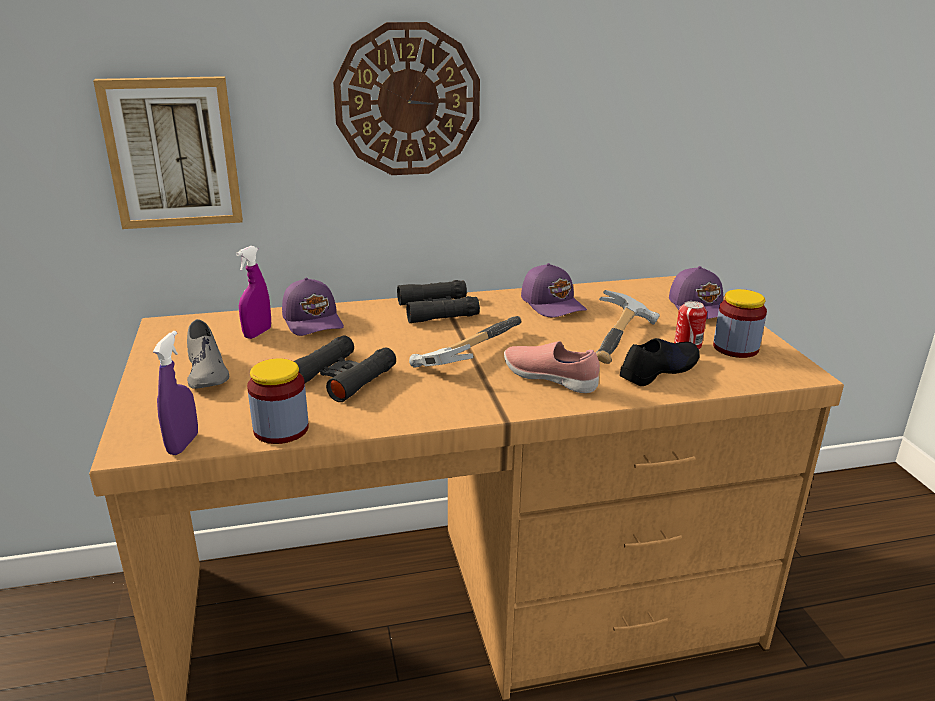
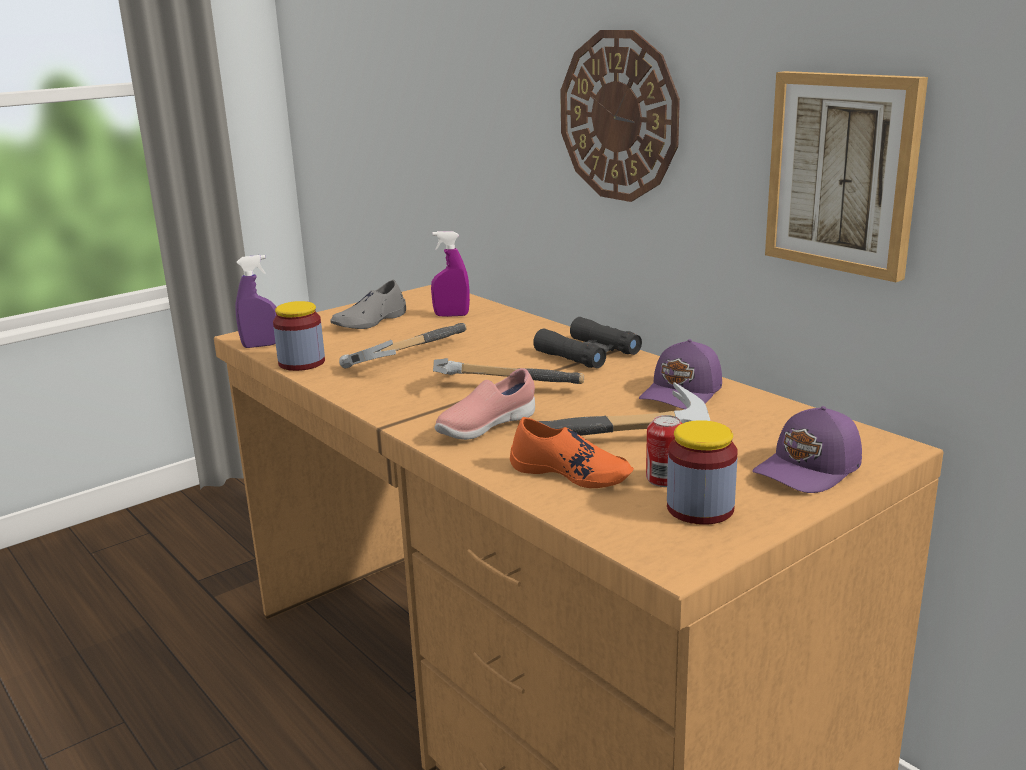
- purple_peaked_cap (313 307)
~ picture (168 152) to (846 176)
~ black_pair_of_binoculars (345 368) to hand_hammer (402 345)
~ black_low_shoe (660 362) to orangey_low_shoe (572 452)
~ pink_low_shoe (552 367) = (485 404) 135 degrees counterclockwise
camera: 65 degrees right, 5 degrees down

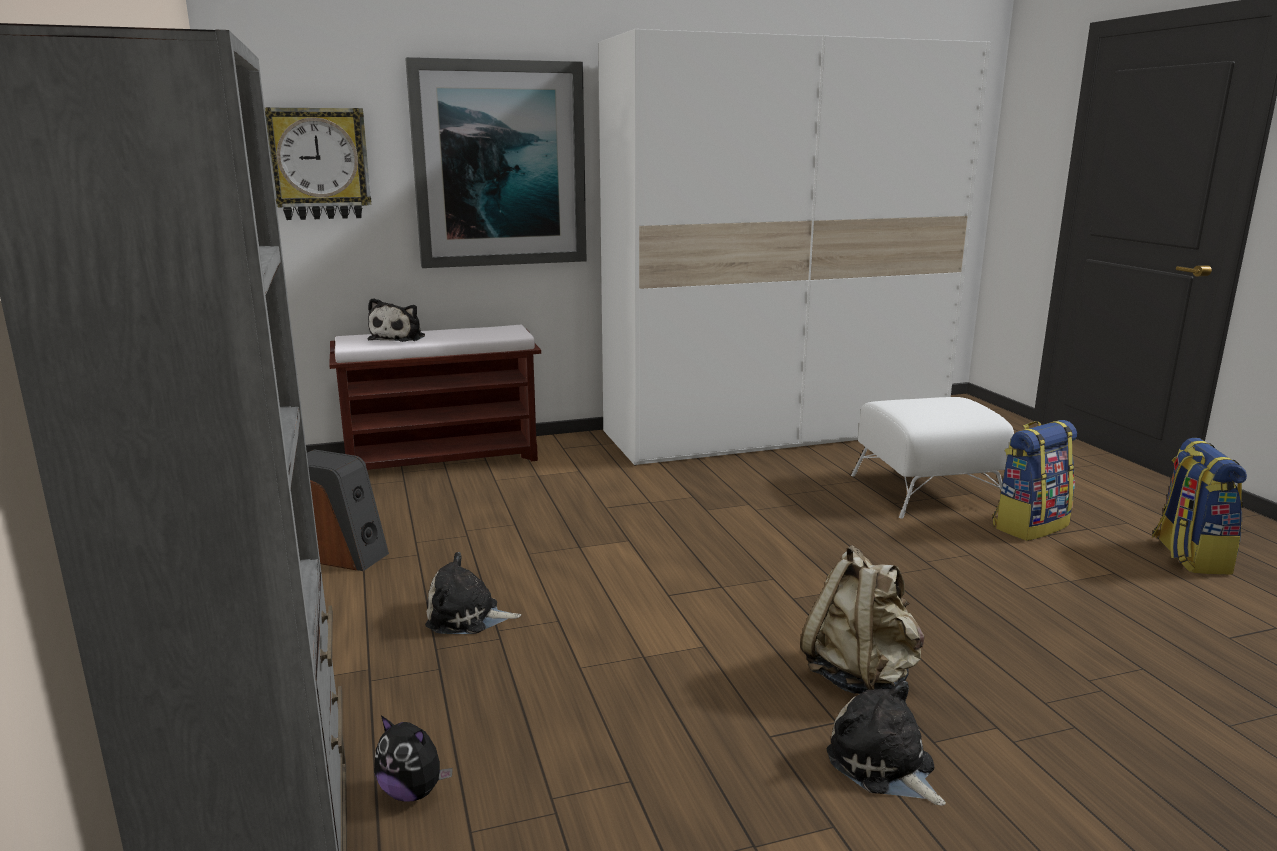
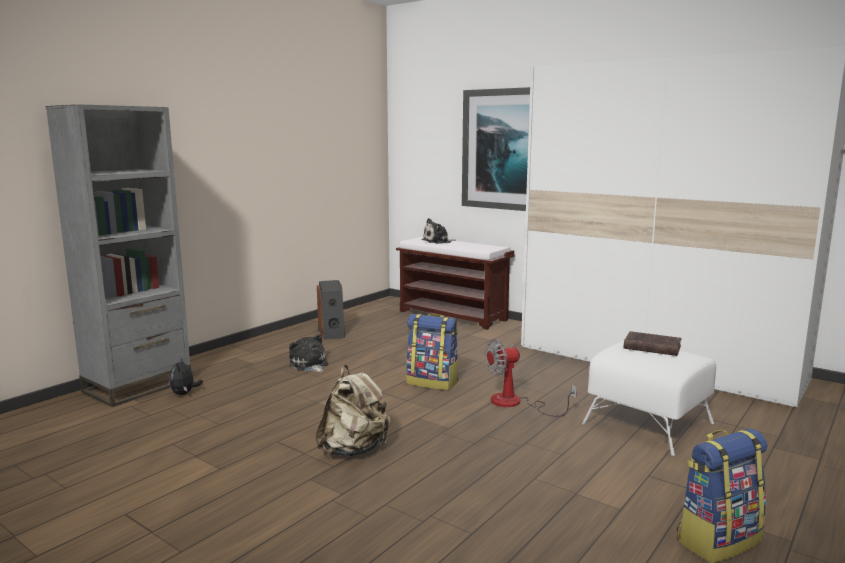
- wall_clock (317 163)
- plush_toy (886 743)
+ fan (531 378)
+ brown-coloured_bound_book (652 343)
~ rucksack (1034 480) to (432 352)
camera: 55 degrees right, 5 degrees down

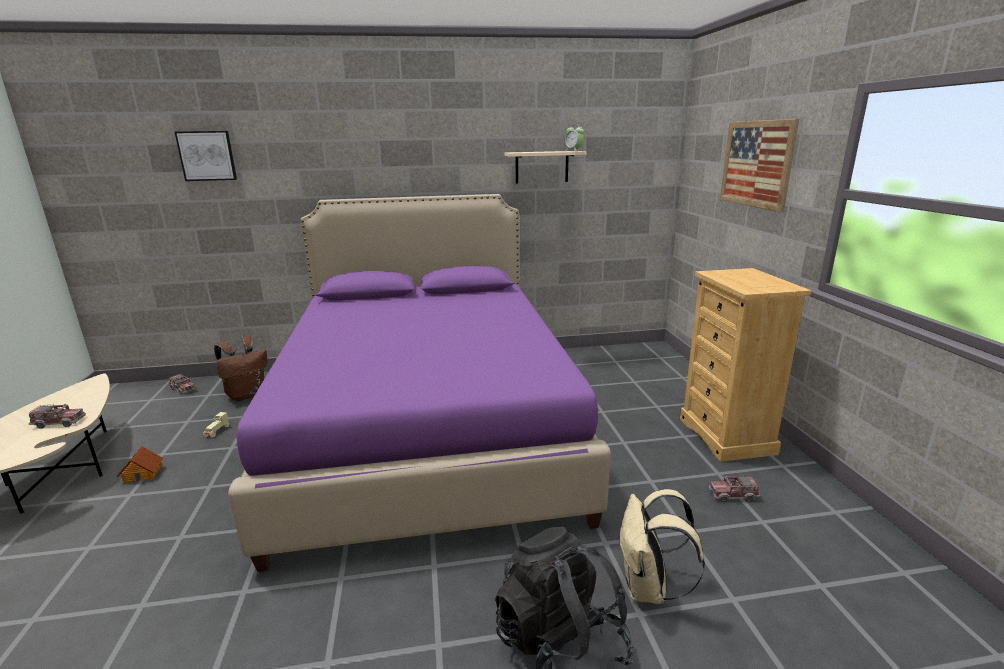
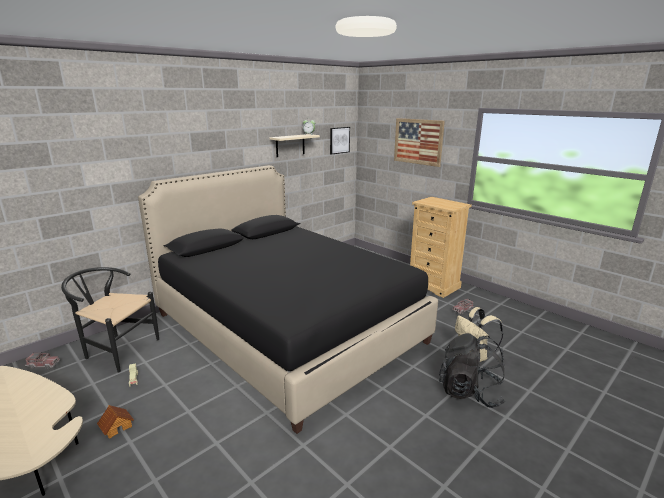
- model_truck (57 416)
~ picture (206 156) to (340 141)
~ brown-coloured_rucksack (240 368) to black_chair (110 320)
~ purple_bed (419 383) to black_bed (288 299)
camera: 35 degrees left, 0 degrees up

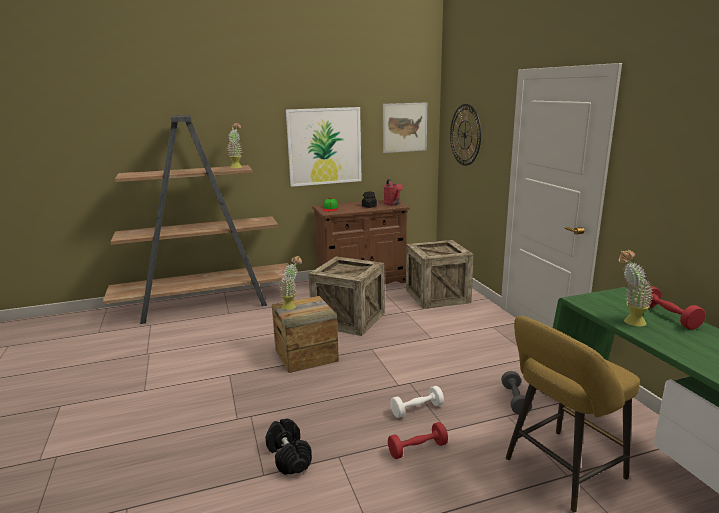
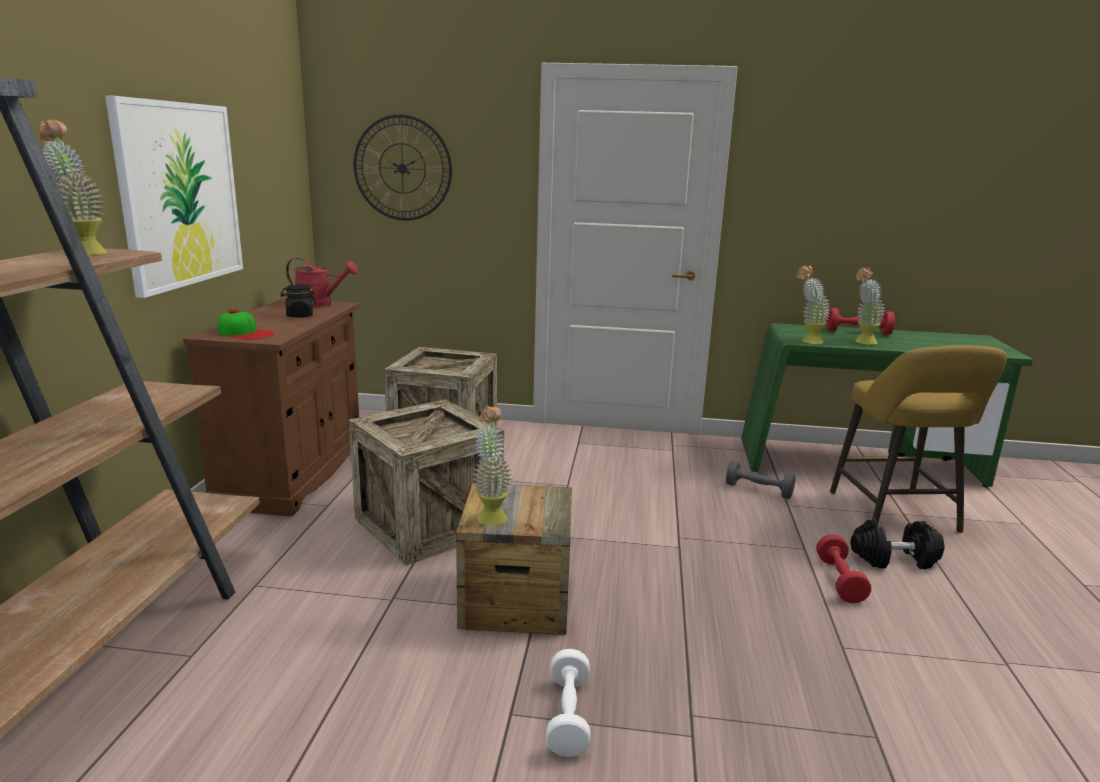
- picture (405 127)
+ plant_in_a_pot (813 304)
~ black_hand_weight (288 446) to (898 544)
~ white-coloured_hand_weight (417 402) to (568 703)
camera: 65 degrees left, 0 degrees up

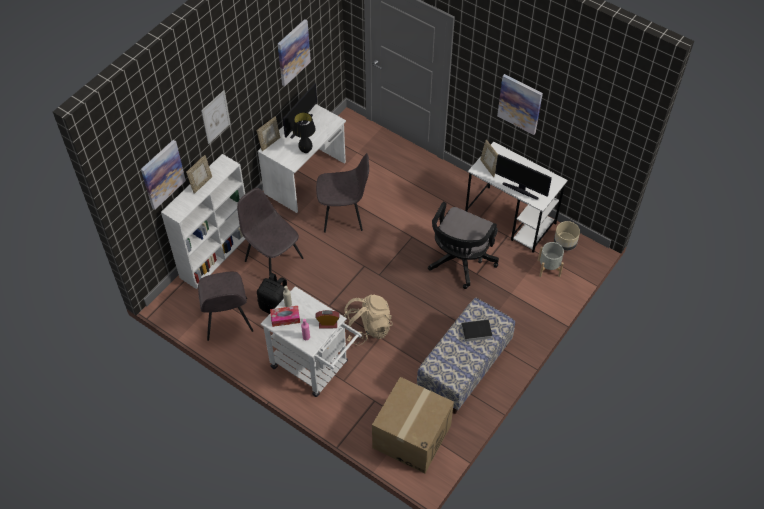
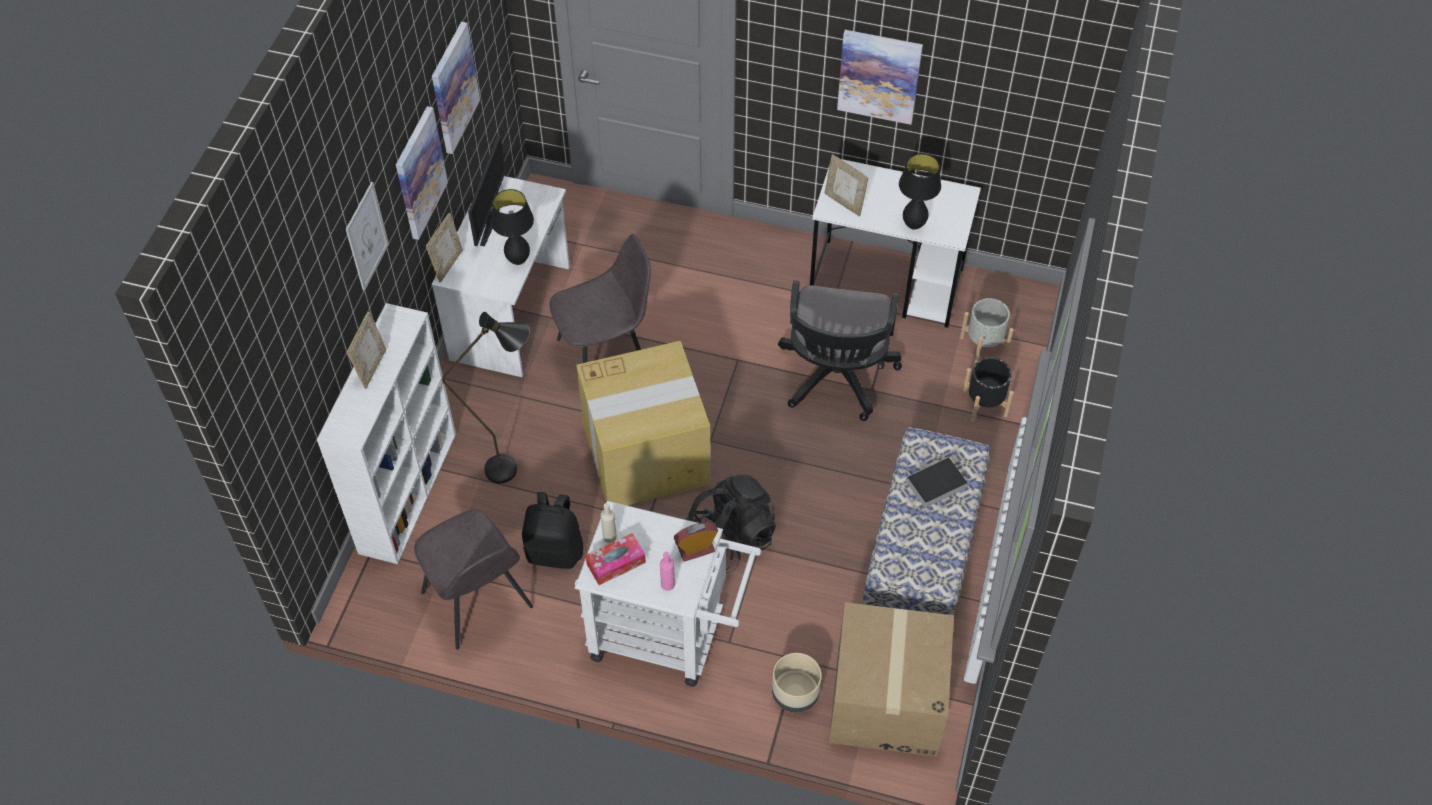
+ carton (643 423)
+ black_flower_pot (988 389)
~ picture (163 175) to (422 173)
~ sand-coloured_flower_pot (567 236) to (797 683)
~ grey_chair (270 232) to black_standard_lamp (486 397)
~ computer_screen (523 177) to black_table_lamp (920 192)
~ sand-coloured_rucksack (368 320) to black_rucksack (731 524)
camera: 20 degrees left, 0 degrees up

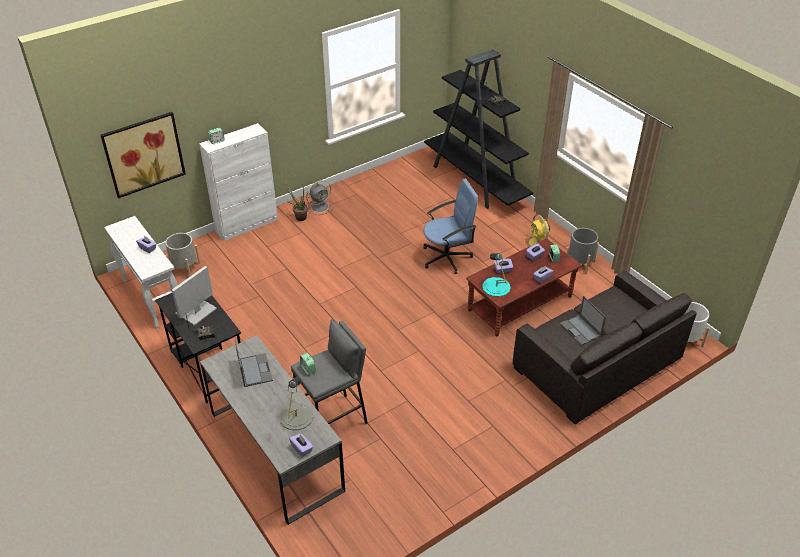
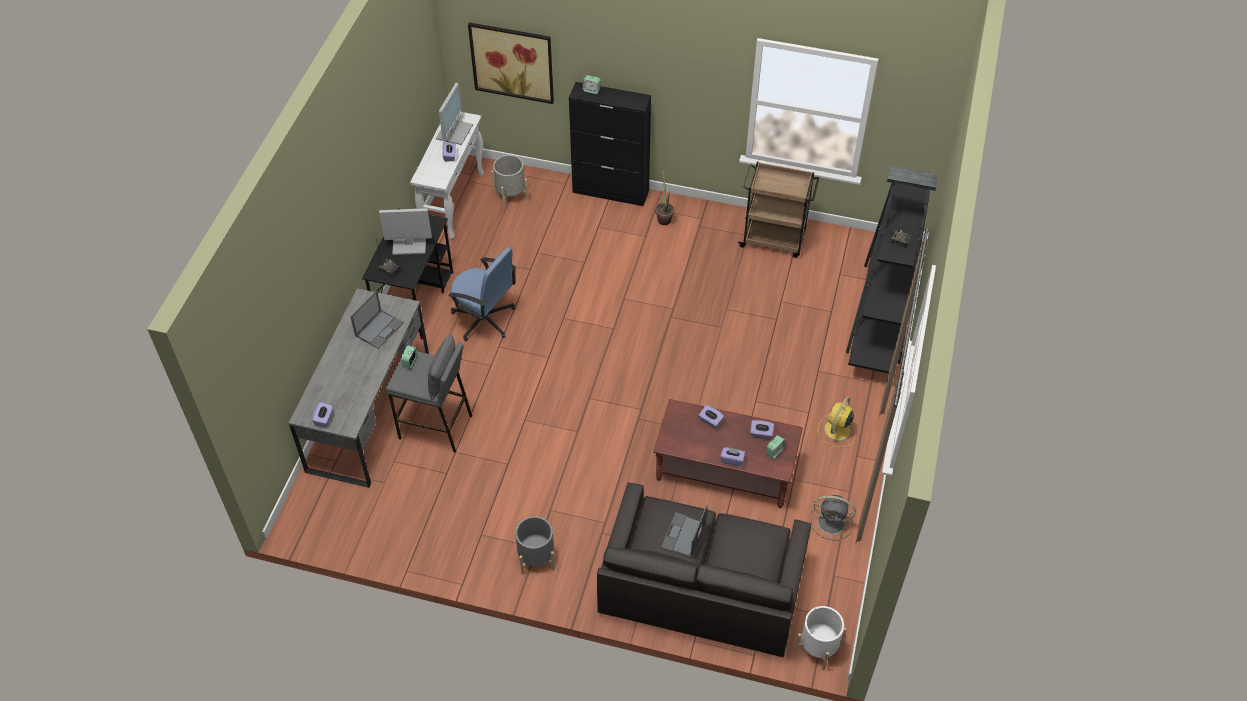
- grey_table_lamp (296 403)
- turquoise_table_lamp (496 275)
+ computer_screen (454 114)
+ brown-coloured_trolley (779 210)
~ grey_fan (320 197) to (833 517)
~ blue-coloured_desk_chair (450 226) to (482 294)
~ grey_flower_pot (583 251) to (535 545)
~ white-coloured_cupboard (238 182) to black_cupboard (610 144)
camera: 50 degrees right, 10 degrees up

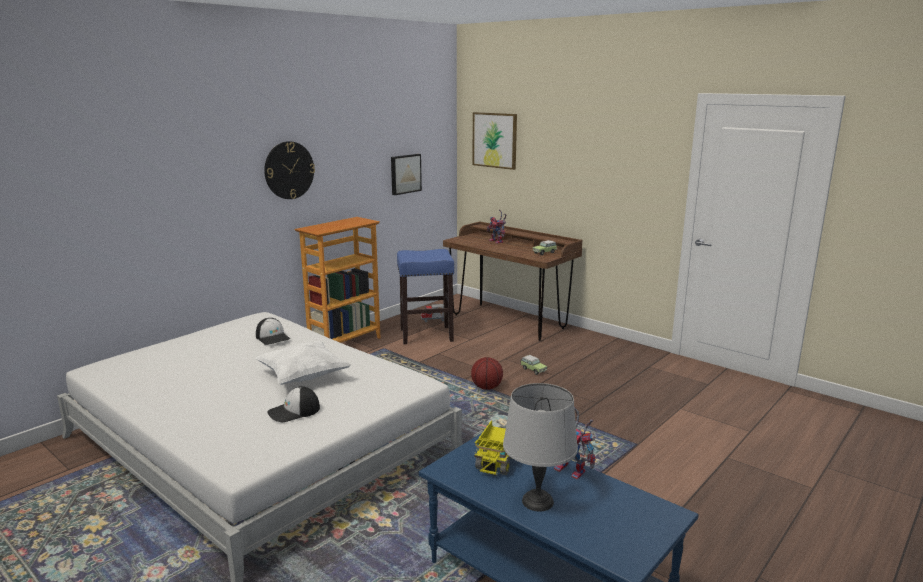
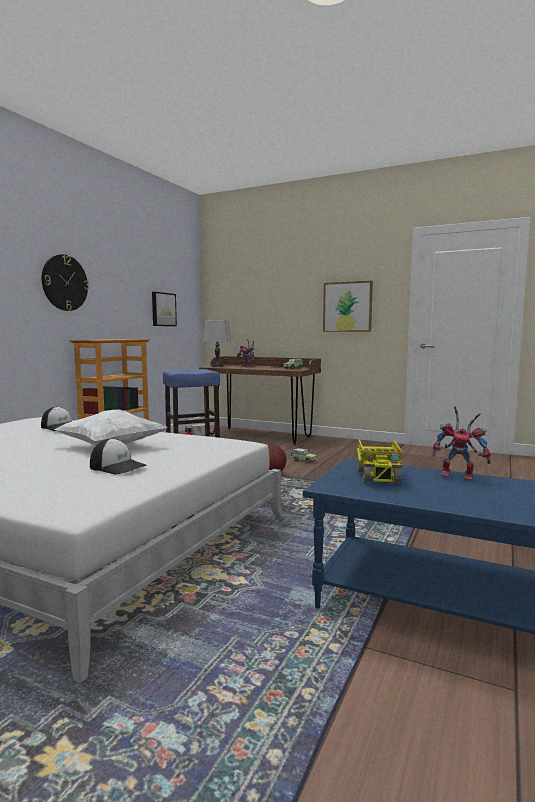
~ picture (494 141) to (348 306)
~ grey_table_lamp (540 447) to (217 343)
~ peaked_cap (293 404) = (118 456) 105 degrees counterclockwise
camera: 15 degrees left, 10 degrees down

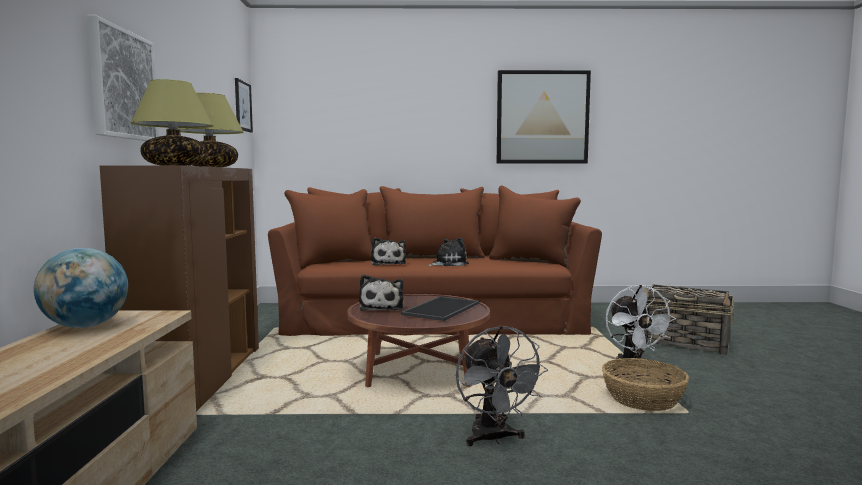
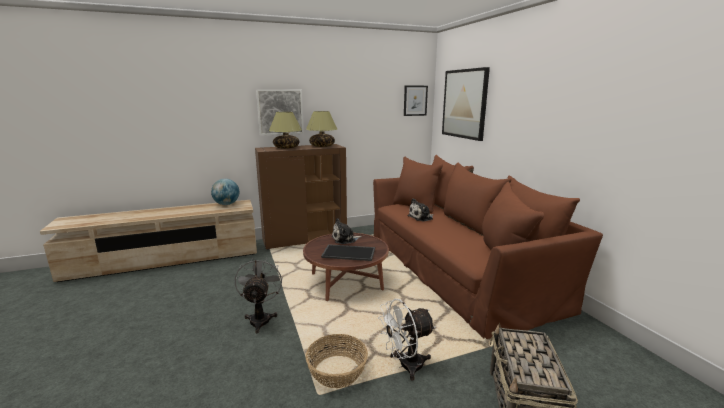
- plush_toy (448 252)
~ picture (544 117) to (466 104)
~ grey_fan (502 386) = (259 295) 120 degrees clockwise
camera: 70 degrees right, 10 degrees up

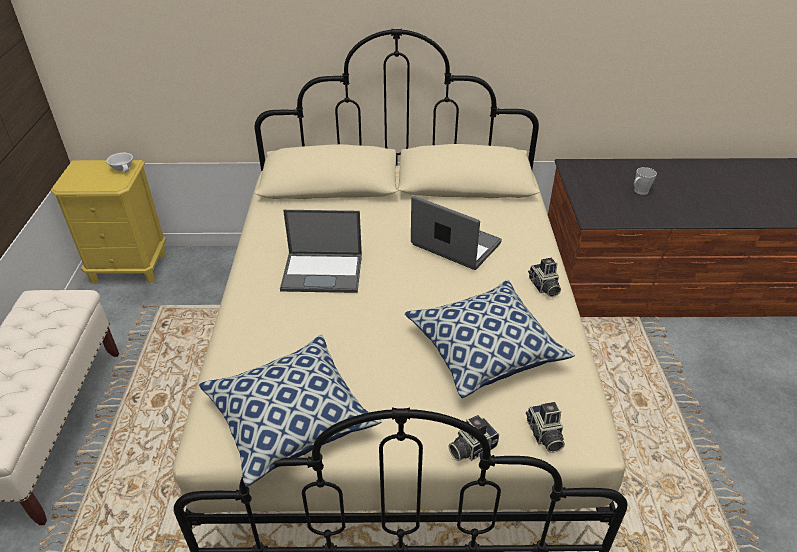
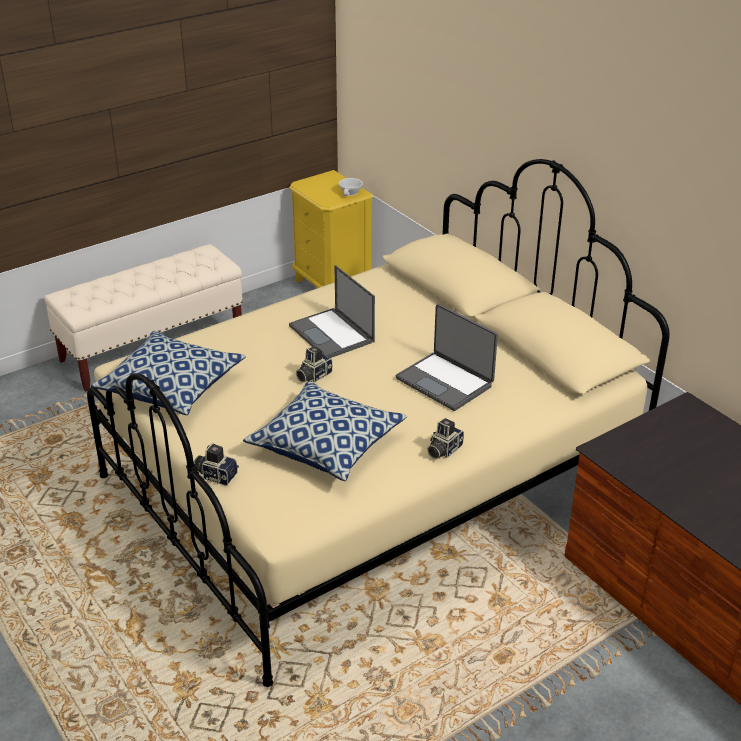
- grey_coffee_mug (645 181)
~ still_camera (545 427) to (314 364)
~ laptop (456 233) = (447 357) 135 degrees clockwise
camera: 55 degrees right, 5 degrees down

